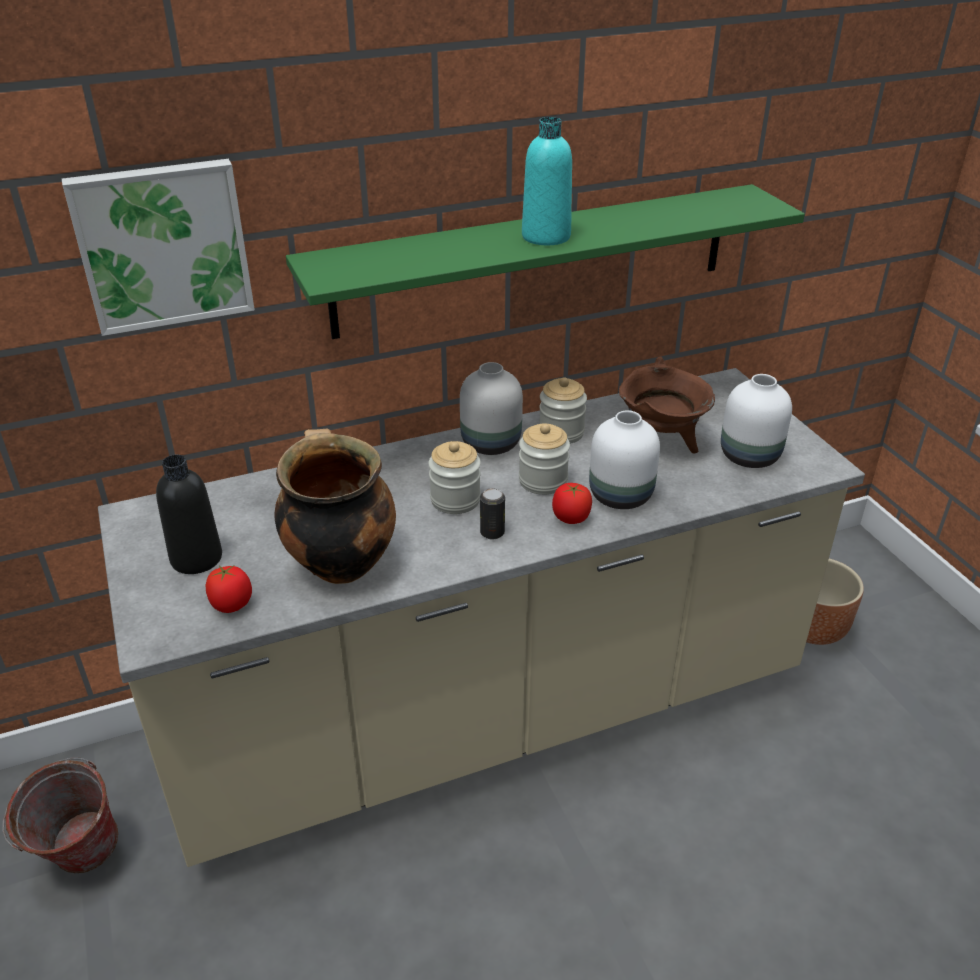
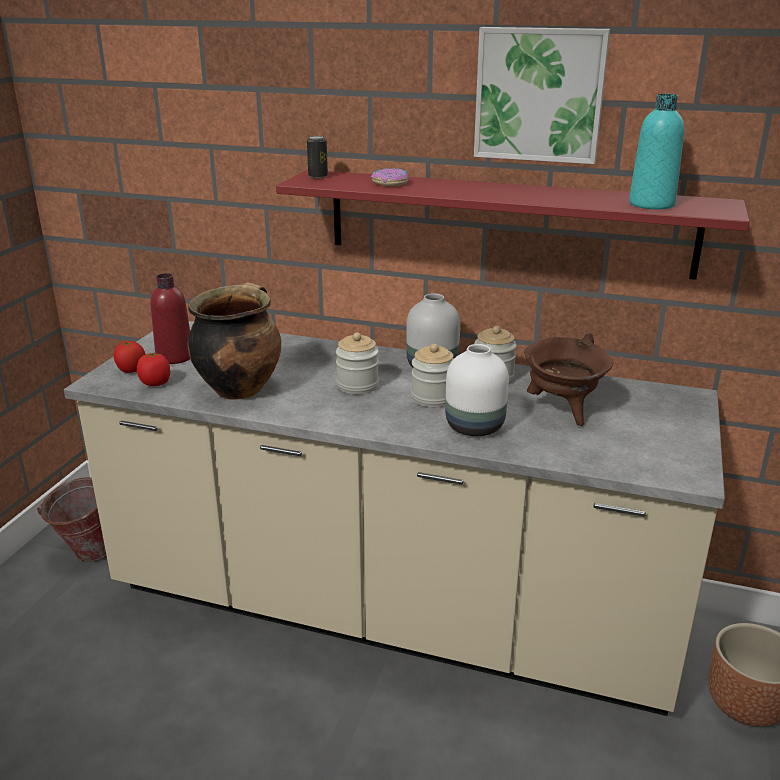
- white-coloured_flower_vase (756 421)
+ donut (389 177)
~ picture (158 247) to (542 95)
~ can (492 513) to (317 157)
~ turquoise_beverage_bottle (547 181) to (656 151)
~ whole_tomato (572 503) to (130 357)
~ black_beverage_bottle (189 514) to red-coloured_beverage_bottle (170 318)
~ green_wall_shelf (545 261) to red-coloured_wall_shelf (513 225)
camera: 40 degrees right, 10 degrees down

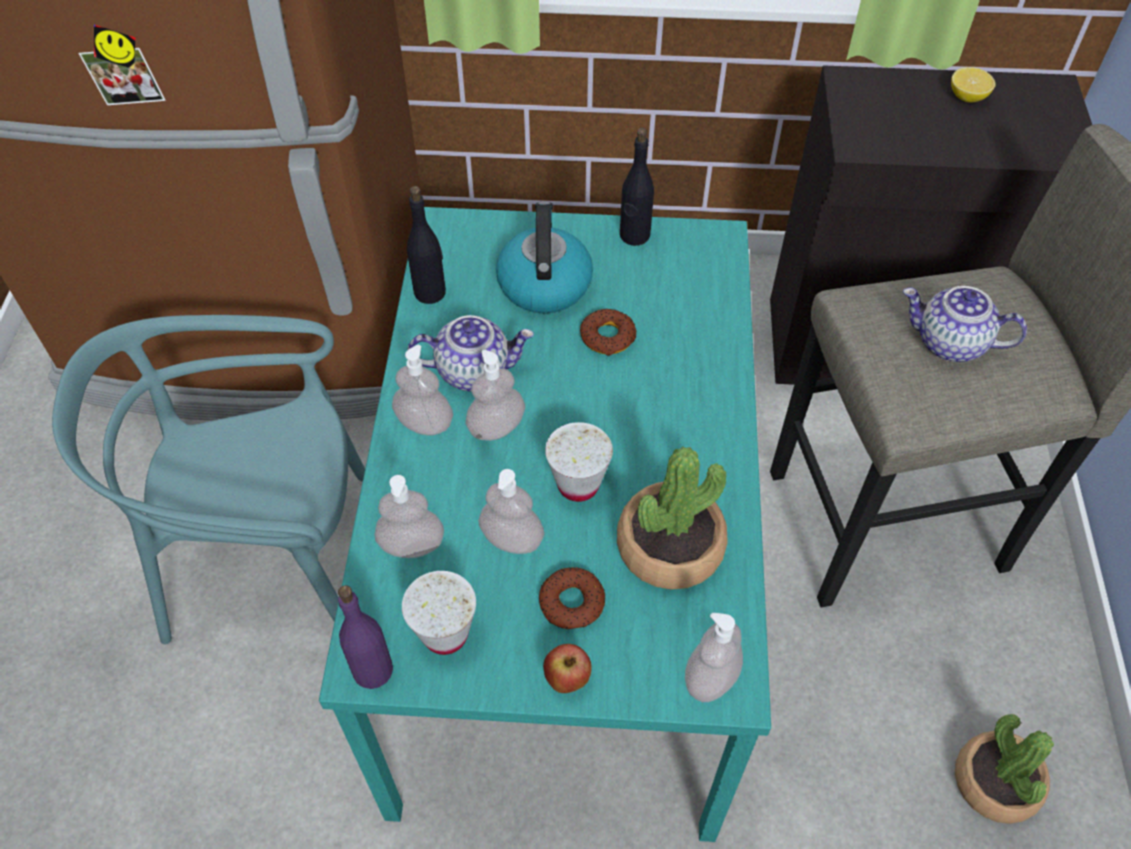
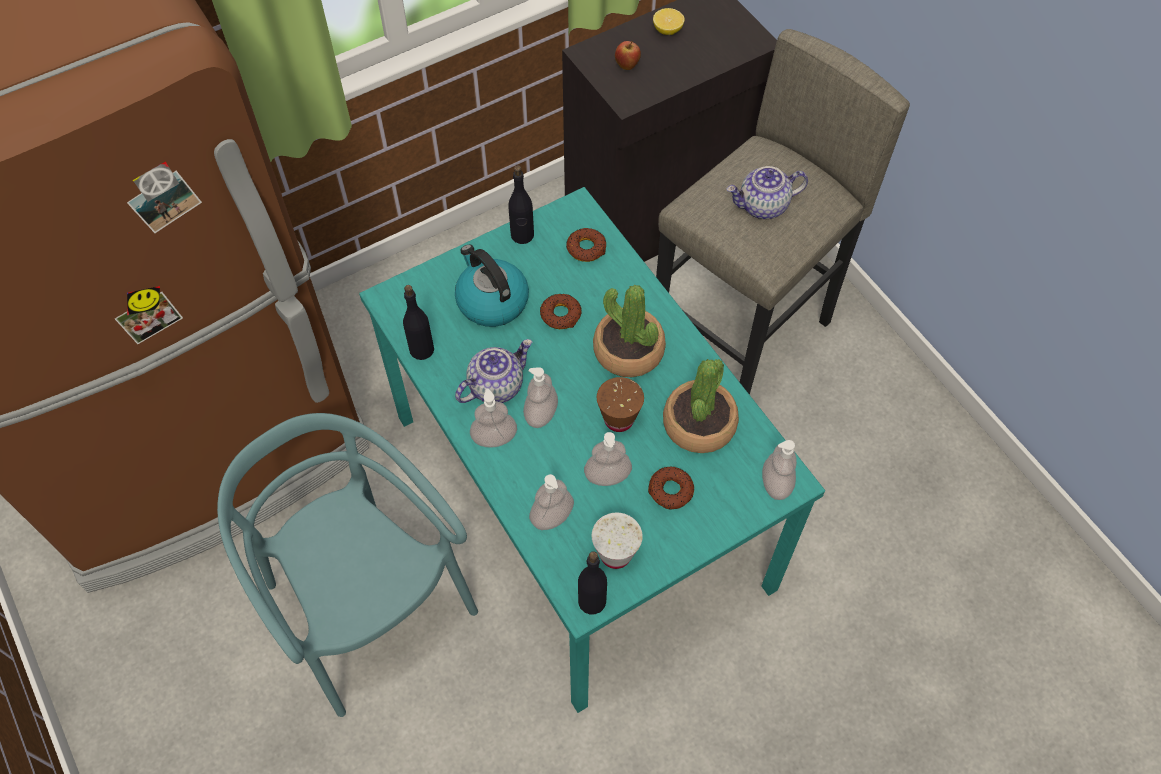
+ donut (586 245)
~ apple_fruit (567 668) to (628 55)
~ plant_in_a_pot (1004 769) to (629 331)
~ purple_beverage_bottle (365 637) to black_beverage_bottle (592 583)
~ white-coloured_small_cup (579 462) to brown-coloured_small_cup (620 404)
~ turquoise_chair (208 480) = (347 565) 90 degrees clockwise
camera: 35 degrees left, 5 degrees up

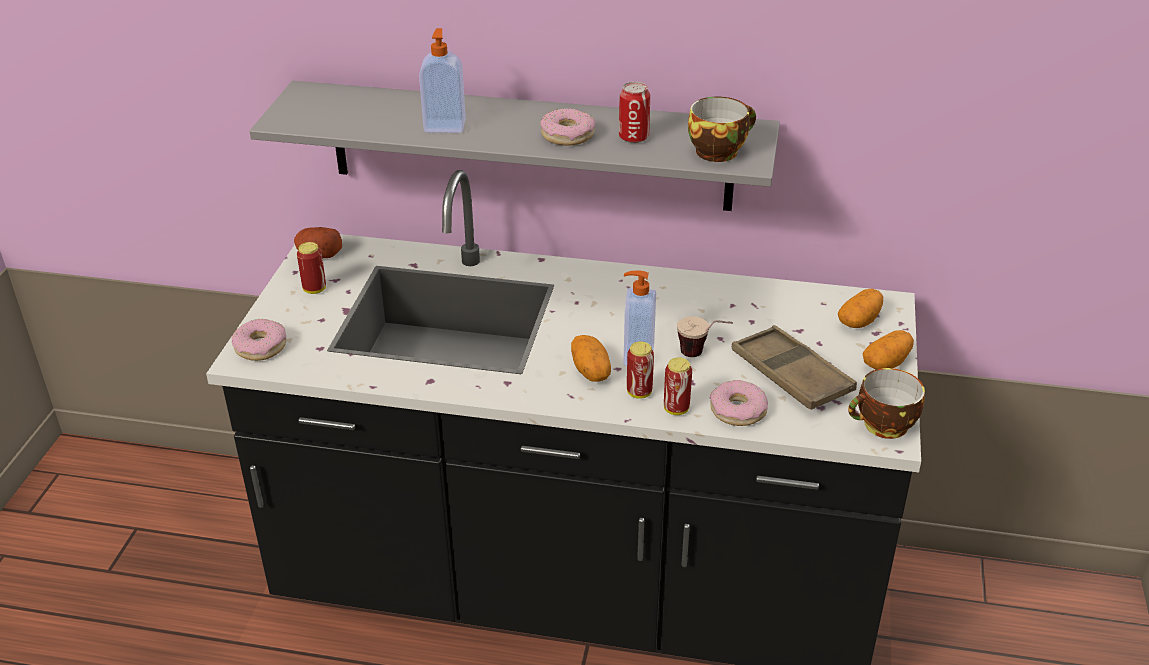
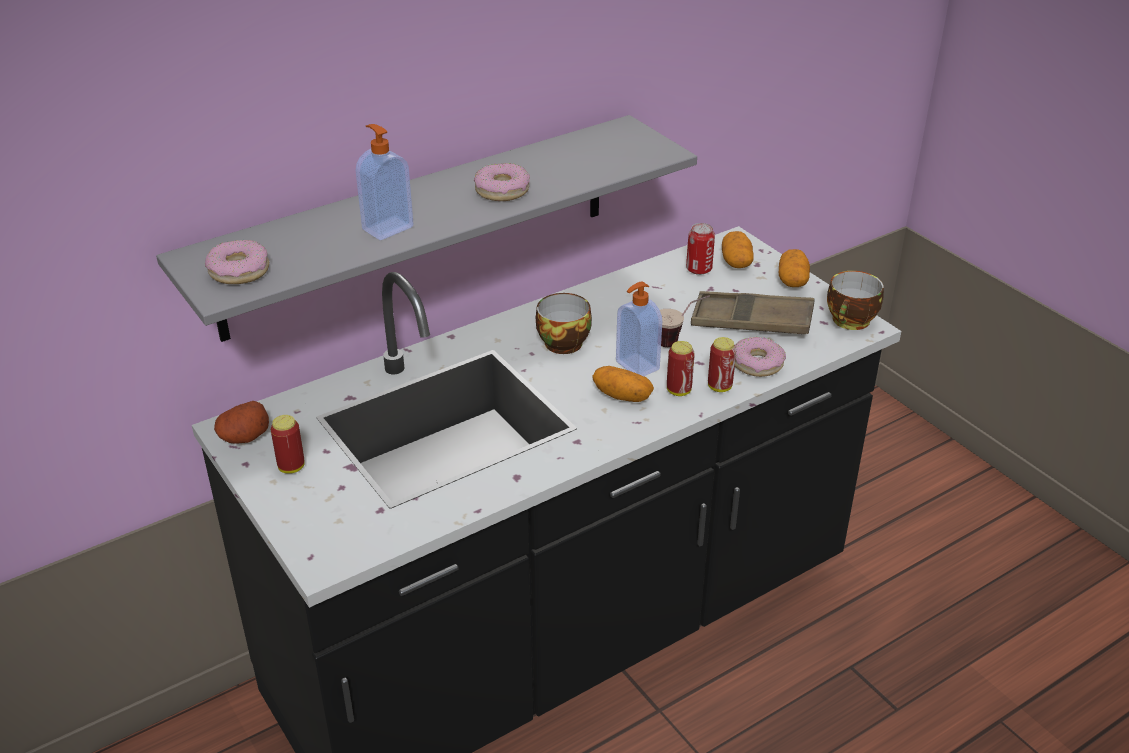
~ donut (259 340) to (237 262)
~ can (634 112) to (700 249)
~ small_cup (722 129) to (564 323)
camera: 45 degrees left, 0 degrees up

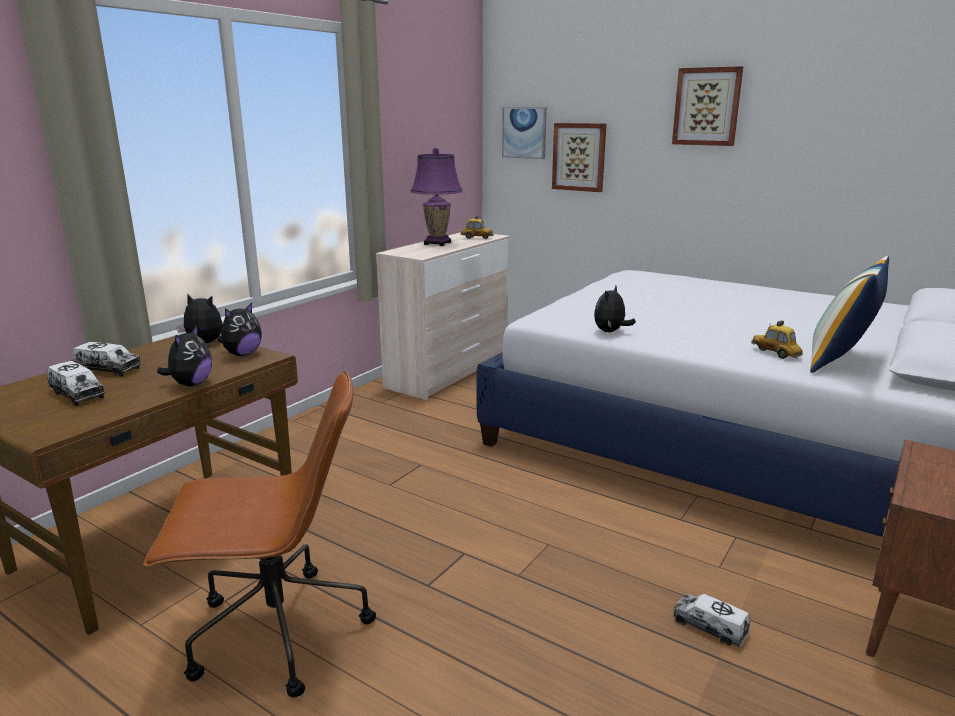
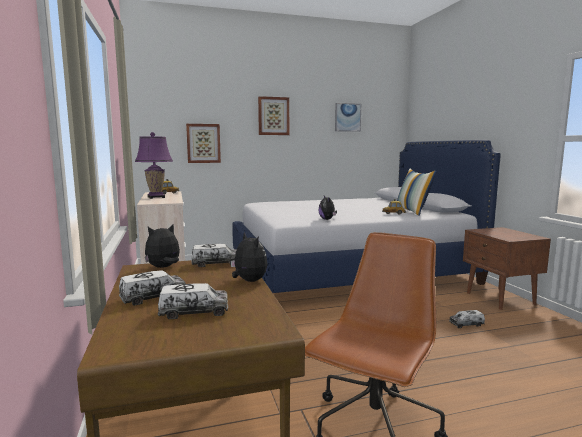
~ picture (524 133) to (348 117)
~ plush_toy (239 329) to model_truck (214 255)
camera: 50 degrees left, 10 degrees down

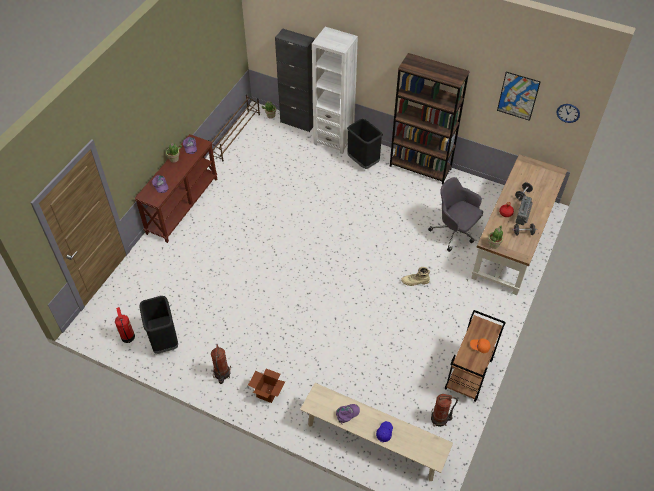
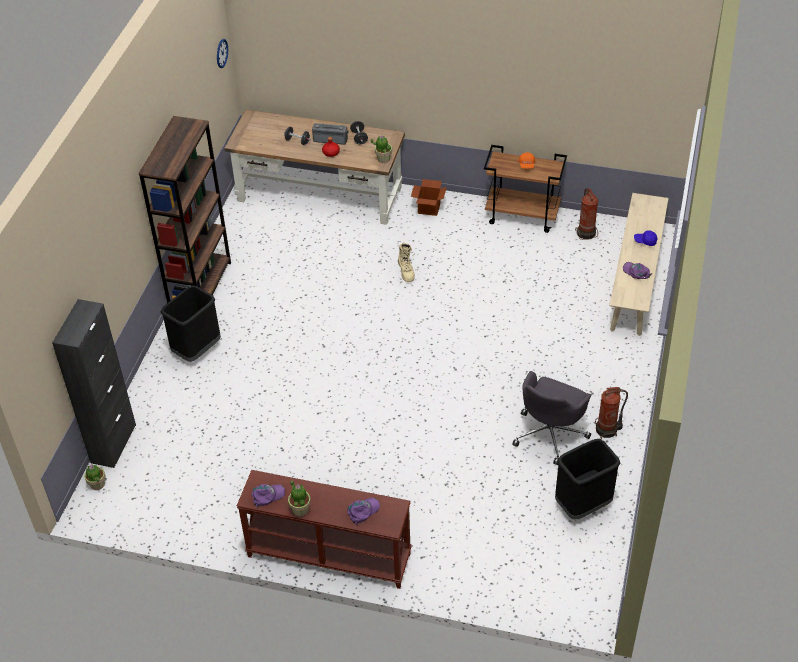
- fire_extinguisher (125 325)
- brown-coloured_shoe_rack (234 128)
- white-coloured_shelving_unit (335 90)
- picture (519 96)
~ carton (266 385) to (429 197)
~ grey_desk_chair (455 214) to (551 418)
camera: 100 degrees left, 5 degrees down

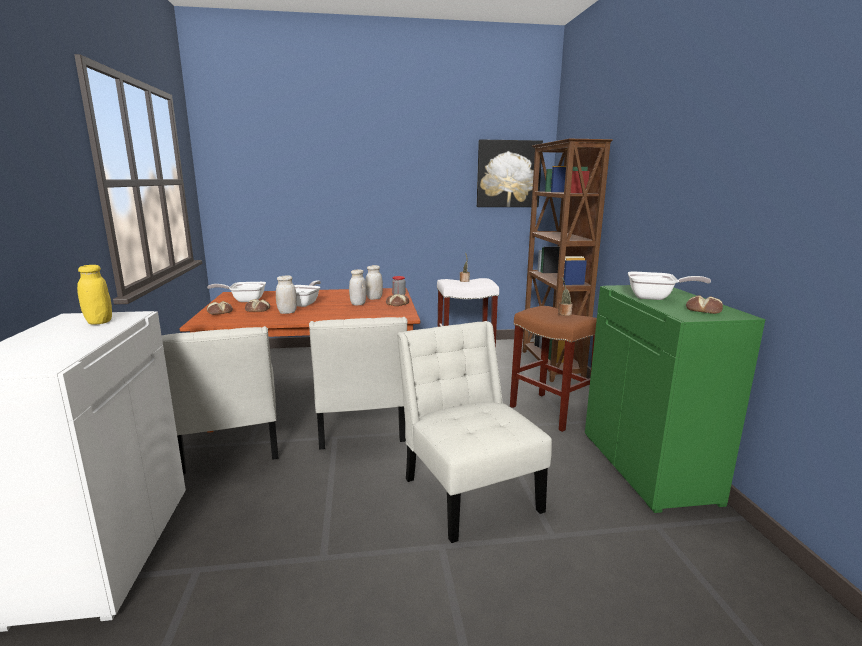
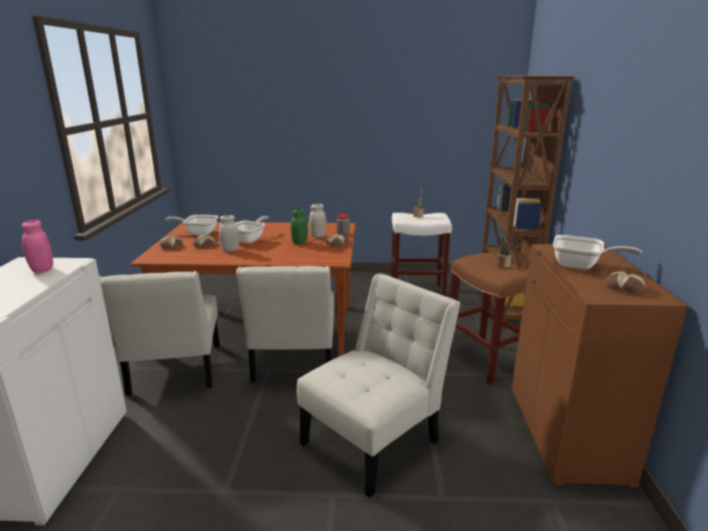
- picture (510 173)
~ yellow-coloured_jar (94 294) to pink_jar (37 246)
~ white-coloured_jar (357 287) to green_jar (299 226)
~ green_cupboard (675 399) to brown-coloured_cupboard (600 366)
~ white-coloured_chair (474 432) = (379 385) 60 degrees clockwise
camera: 10 degrees right, 5 degrees up

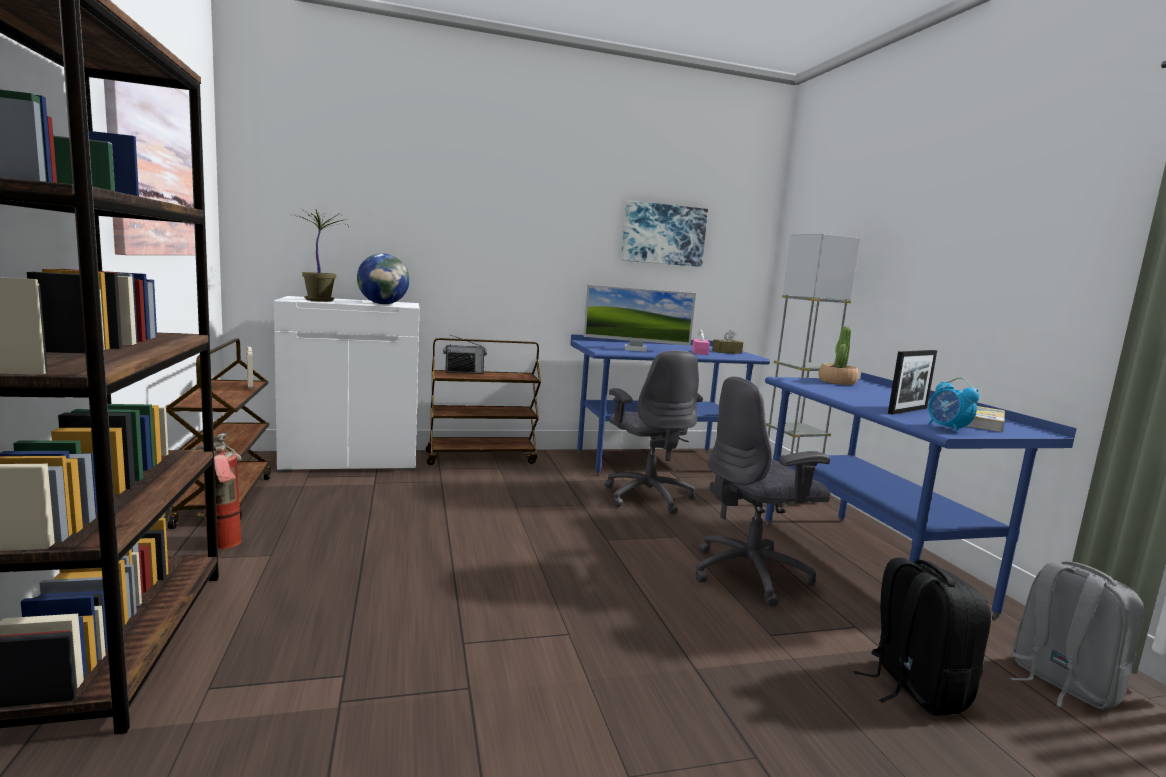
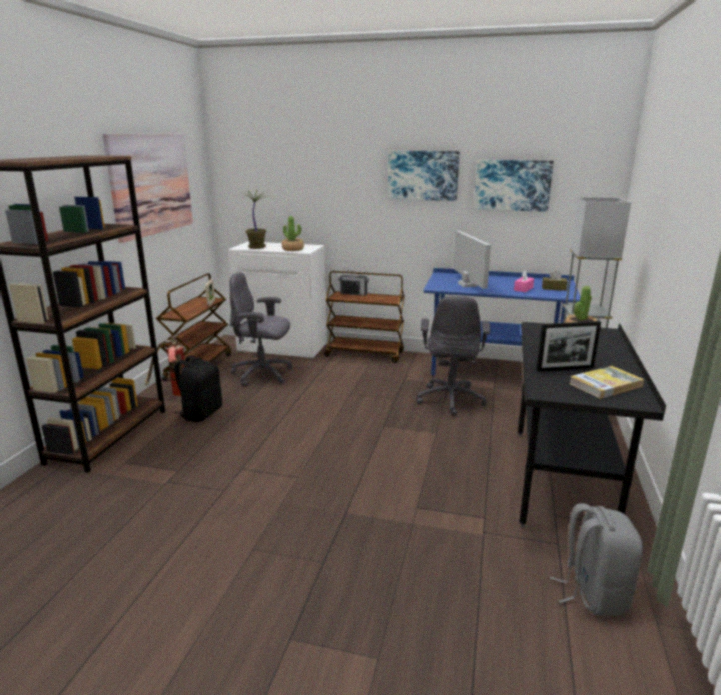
- table_clock (954 405)
+ picture (424 176)
~ grey_desk_chair (762 491) to (260 329)
~ black_rucksack (922 637) to (198 388)
~ globe (383 278) to plant_in_a_pot (293 233)
~ blue-coloured_desk_unit (921 495) to black_desk_unit (592 425)
~ computer_screen (640 318) = (472 259) 135 degrees counterclockwise
camera: 30 degrees right, 10 degrees up

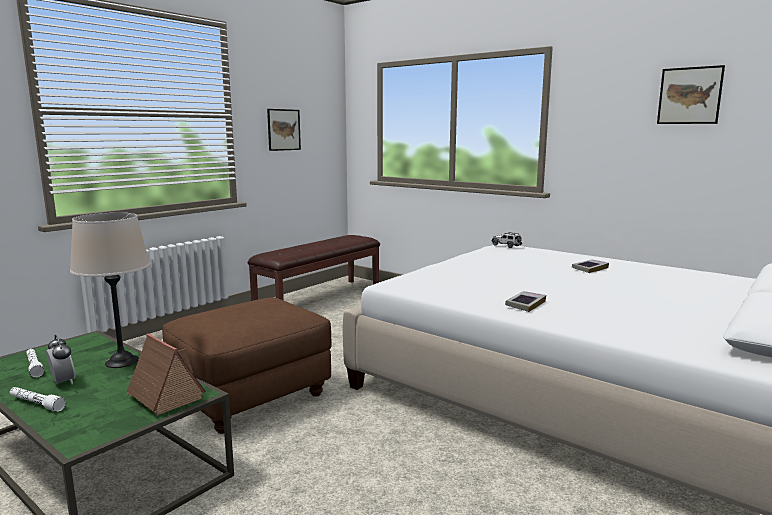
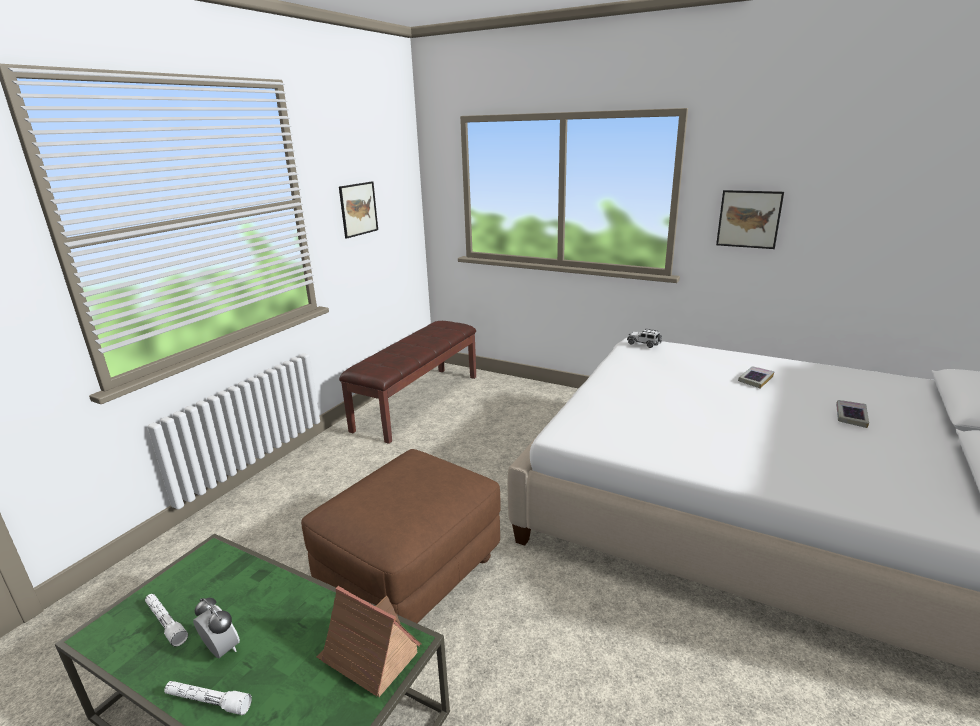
- sand-coloured_table_lamp (110 290)
~ bound_book (525 301) to (852 414)
~ picture (691 94) to (750 219)
camera: 10 degrees left, 10 degrees up

